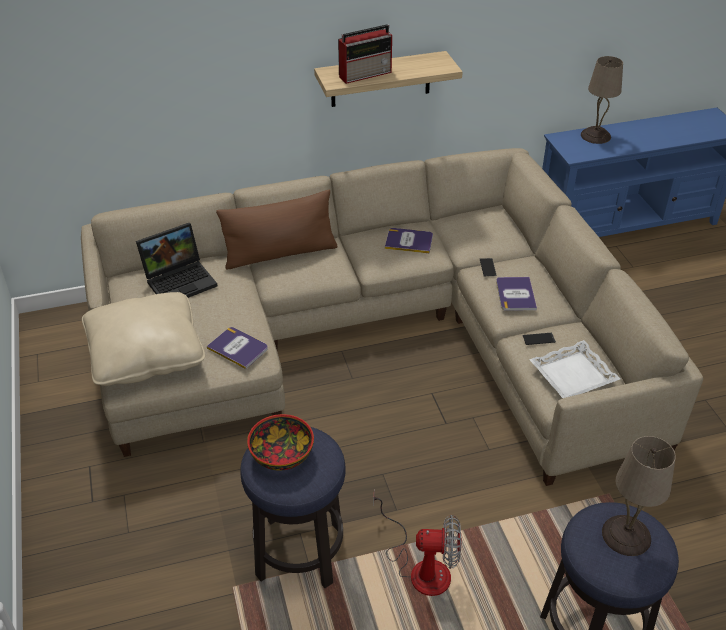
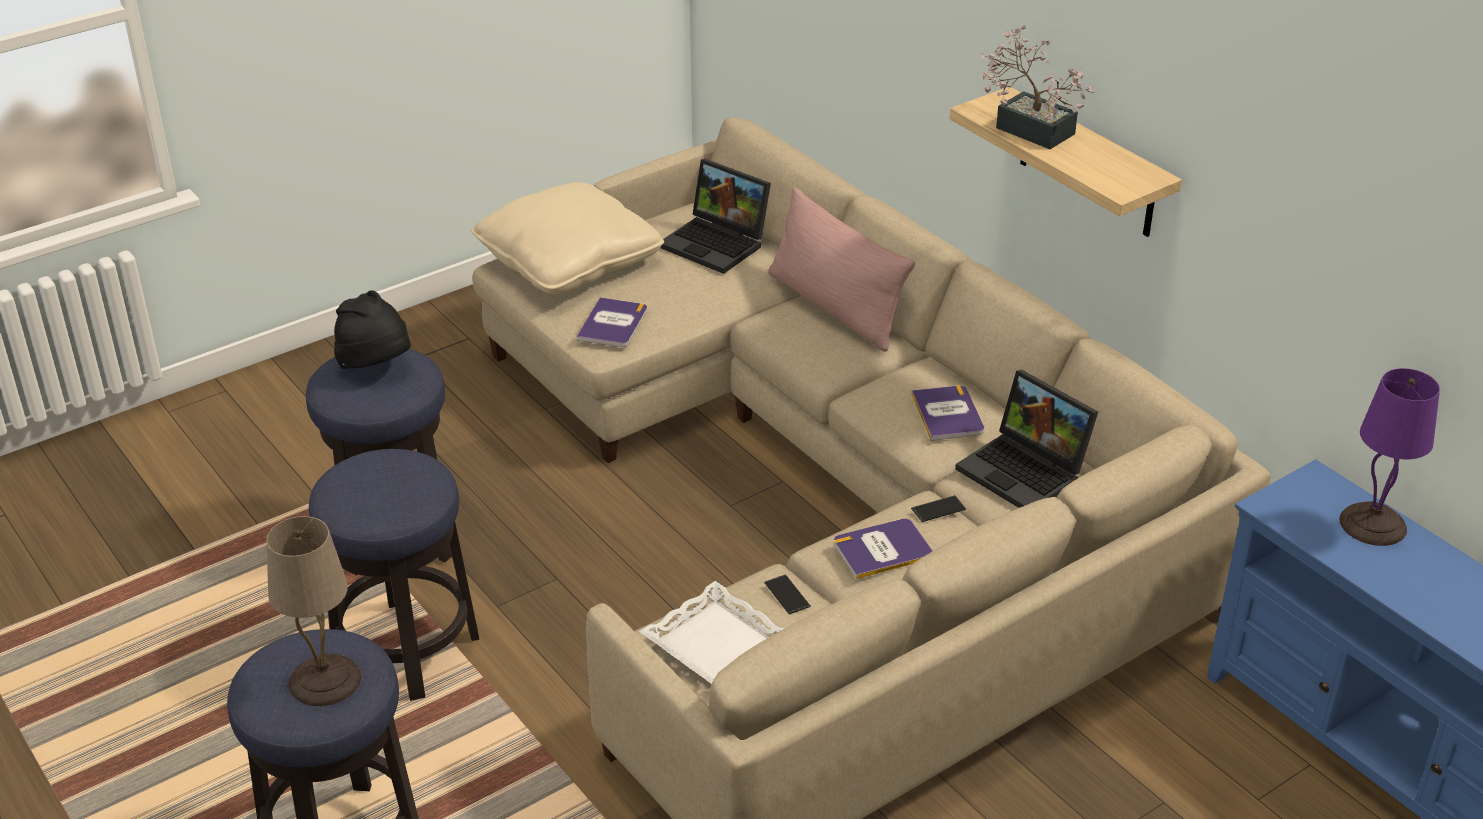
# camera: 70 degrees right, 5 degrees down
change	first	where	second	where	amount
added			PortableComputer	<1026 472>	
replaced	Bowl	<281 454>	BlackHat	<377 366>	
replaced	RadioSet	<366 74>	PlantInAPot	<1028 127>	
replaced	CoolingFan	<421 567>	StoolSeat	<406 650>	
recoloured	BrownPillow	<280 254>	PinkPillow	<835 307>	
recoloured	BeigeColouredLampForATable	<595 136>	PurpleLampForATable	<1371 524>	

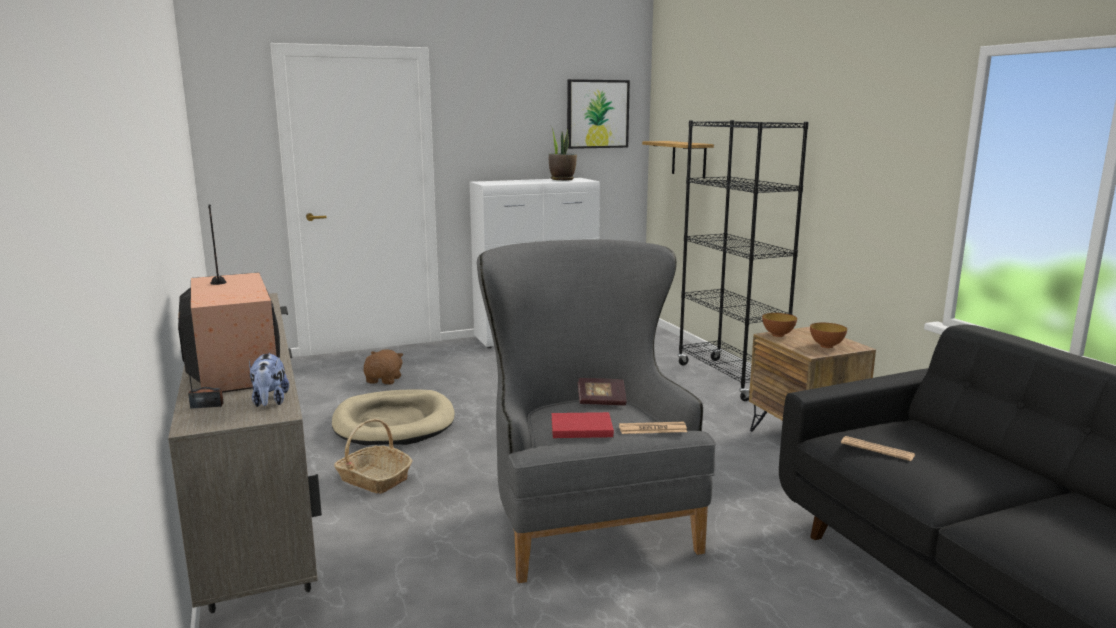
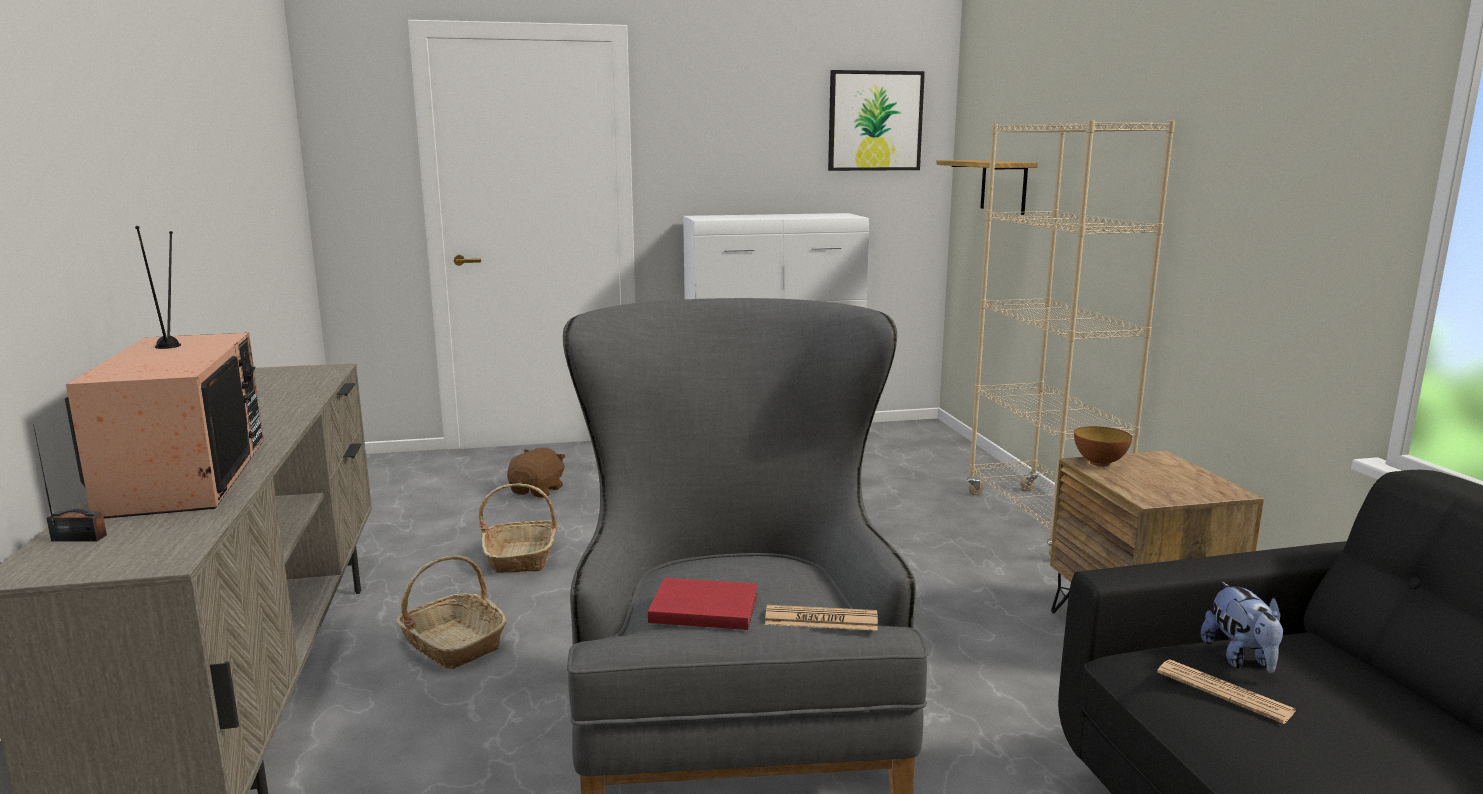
# camera: 10 degrees right, 0 degrees up
change	first	where	second	where	amount
removed	PlantInAPot	<562 179>			
removed	Book	<601 402>			
removed	Bowl	<826 346>			
moved	SoftToy	<269 402>		<1241 659>	
replaced	BeigeColouredDogBed	<394 423>	Basket	<522 557>	
recoloured	BlackBookshelf	<729 379>	BeigeColouredBookshelf	<1041 522>	

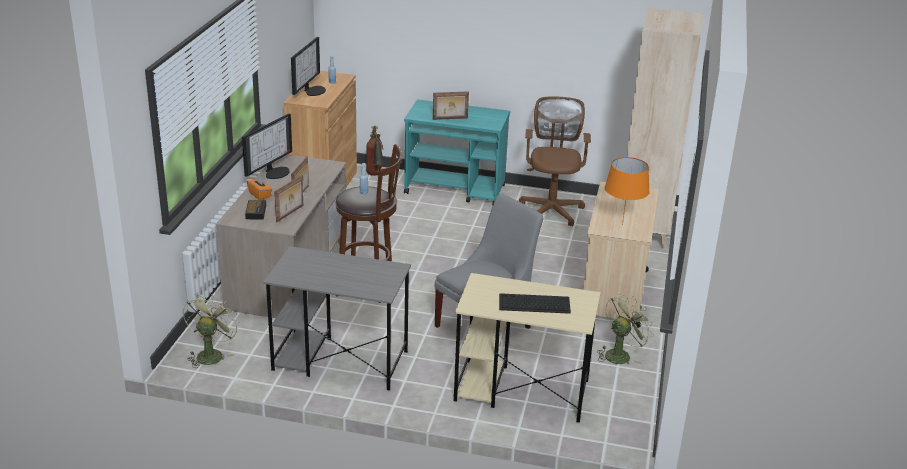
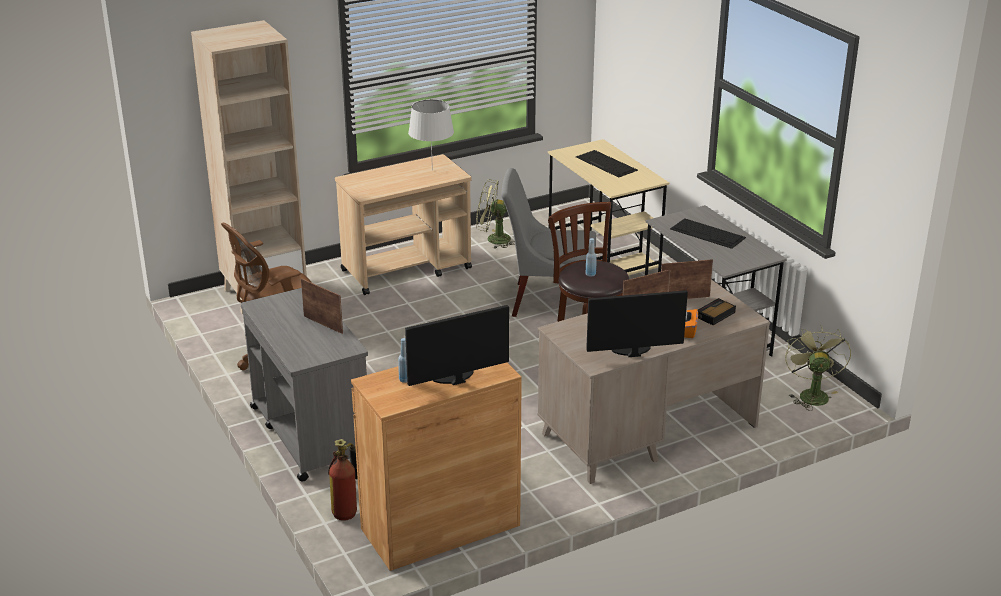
# camera: 130 degrees left, 0 degrees up
change	first	where	second	where	amount
added			PcKeyboard	<708 233>	
recoloured	TurquoiseWheeledCart	<455 189>	GreyWheeledCart	<310 432>	
recoloured	OrangeyLampForATable	<622 225>	WhiteLampForATable	<432 170>	
turned	GreenishCoolingFan	<211 354>		<811 394>	120 degrees clockwise

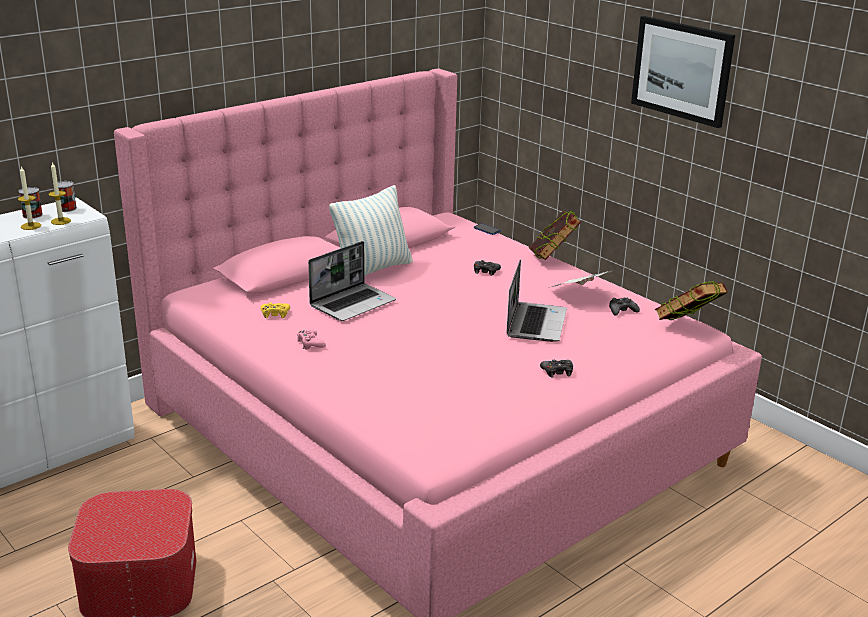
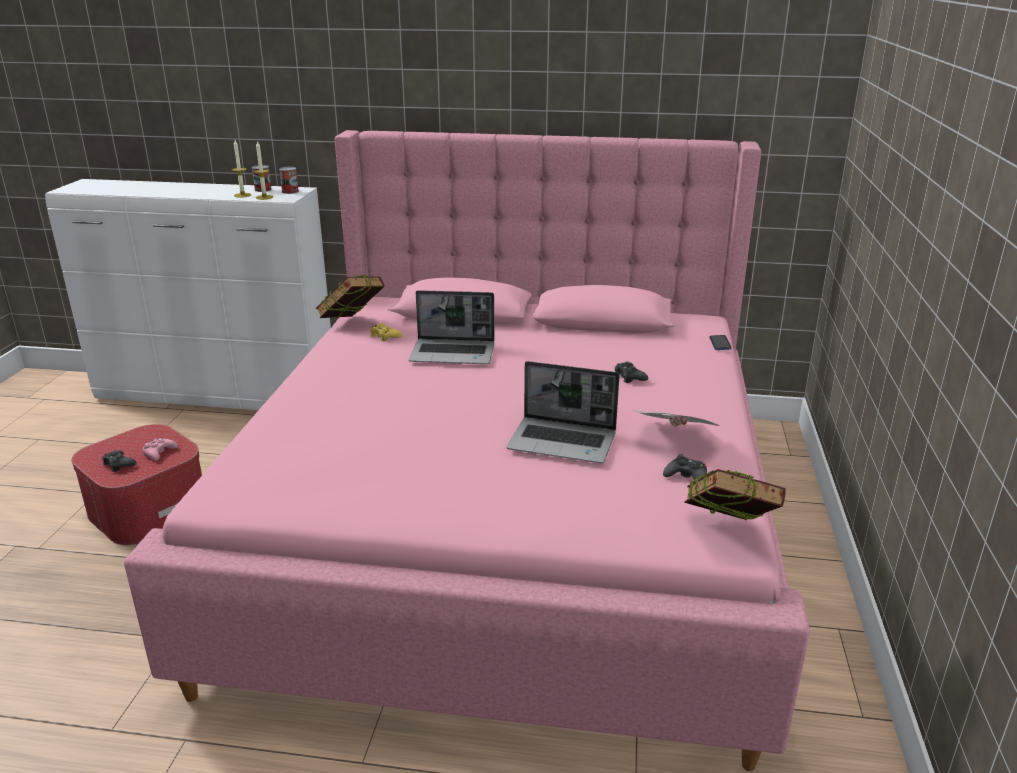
# camera: 50 degrees right, 0 degrees up
change	first	where	second	where	amount
removed	Pillow	<373 270>			
removed	WallPicture	<682 70>			
moved	PinkGameController	<310 343>		<159 453>	
moved	Book	<552 258>		<352 324>	
moved	BlackGameController	<557 372>		<119 465>	
turned	PortableComputer	<535 323>		<563 442>	45 degrees clockwise

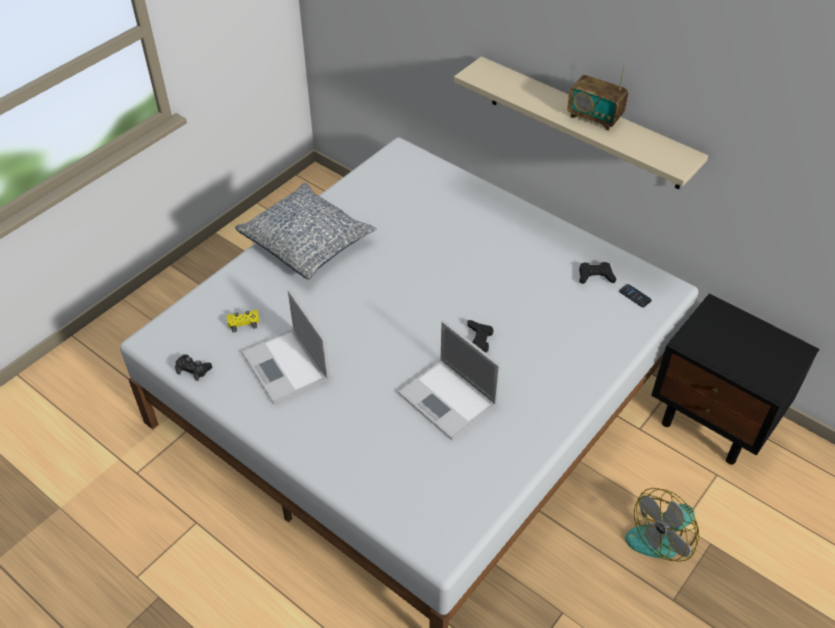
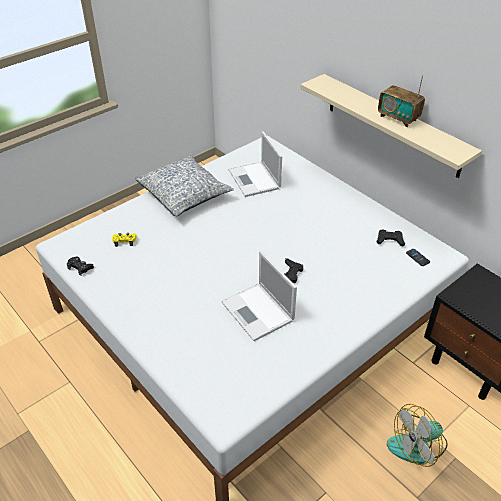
# camera: 10 degrees right, 5 degrees down
change	first	where	second	where	amount
moved	PortableComputer	<287 367>		<255 180>	

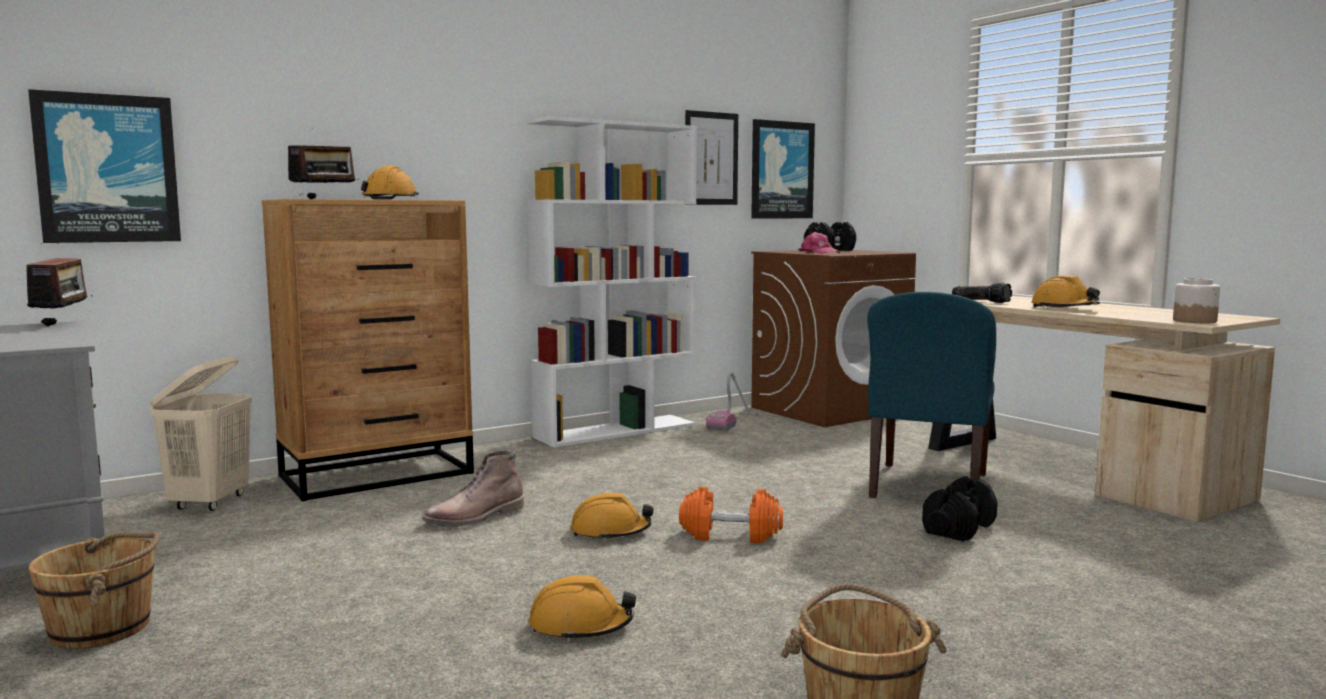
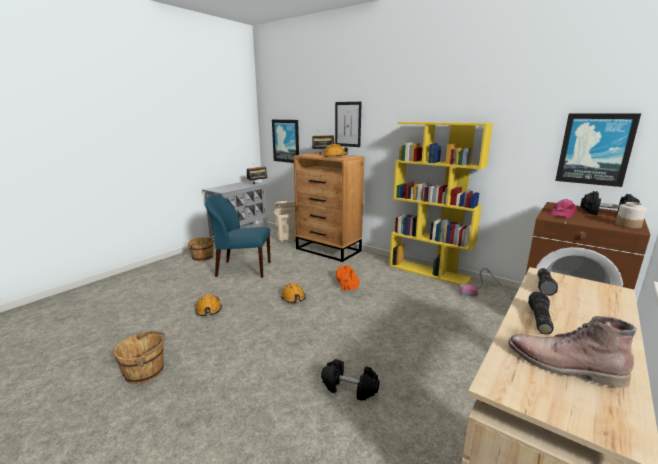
# camera: 70 degrees right, 10 degrees up
change	first	where	second	where	amount
moved	BrownTallBoot	<475 518>		<562 366>	
moved	OrangeyFreeWeight	<731 534>		<347 284>	
moved	WallPicture	<711 158>		<348 124>	
moved	BlueChair	<928 487>		<242 269>	
moved	StorageJar	<1194 321>		<628 225>	
replaced	OrangeyHardHat	<1064 309>	HandTorch	<538 319>	
recoloured	WhiteBookshelf	<616 431>	YellowishBookshelf	<429 272>	

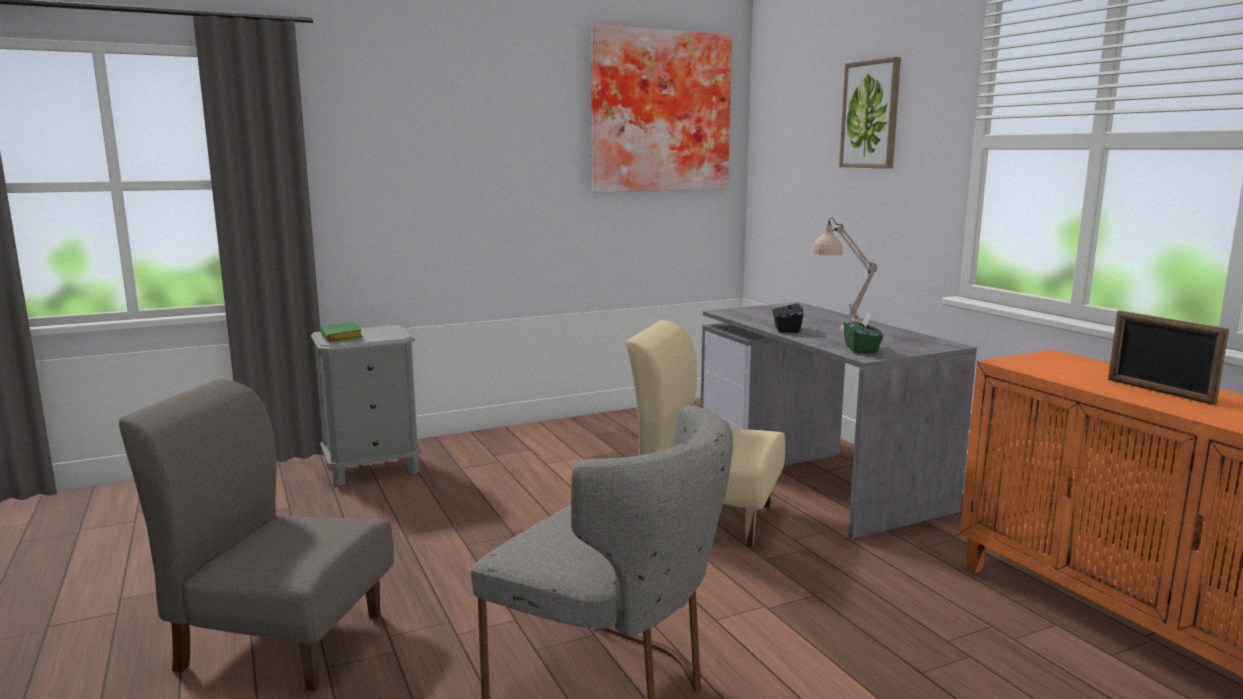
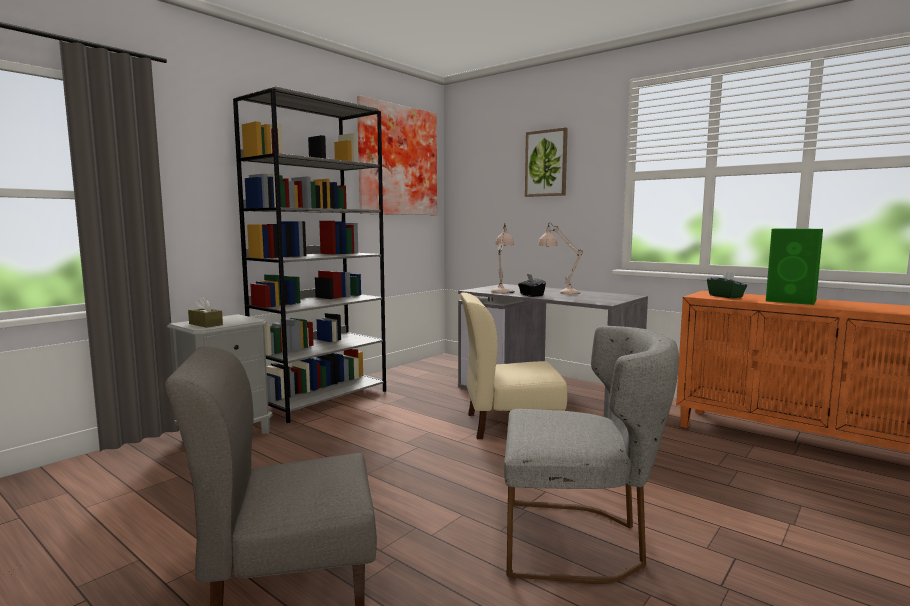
# camera: 25 degrees left, 5 degrees down
change	first	where	second	where	amount
added			GreyBookshelf	<322 399>	
added			BeigeColouredLampForATable	<503 290>	
moved	GreenishTissueBox	<861 349>		<725 296>	
replaced	GreenishBook	<343 337>	BrownTissueBox	<205 324>	
replaced	PhotoFrame	<1158 391>	GreenishSpeaker	<792 301>	

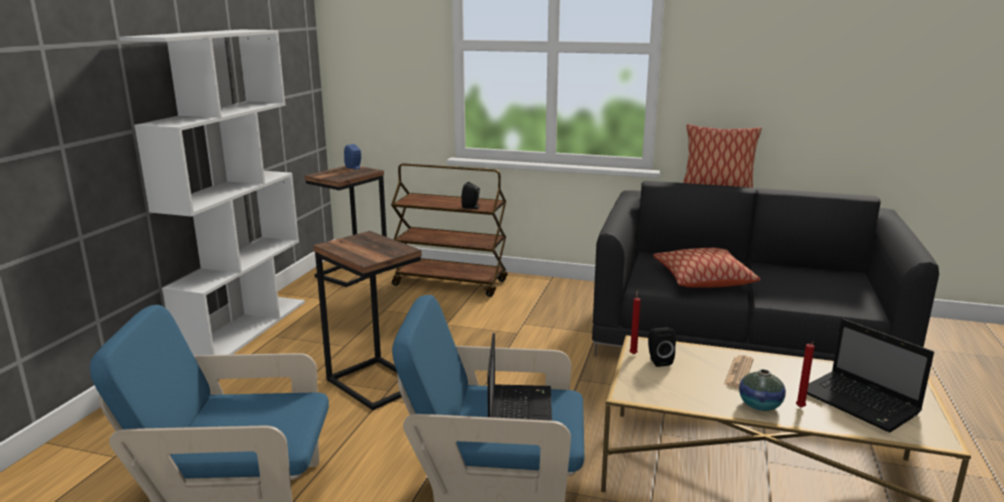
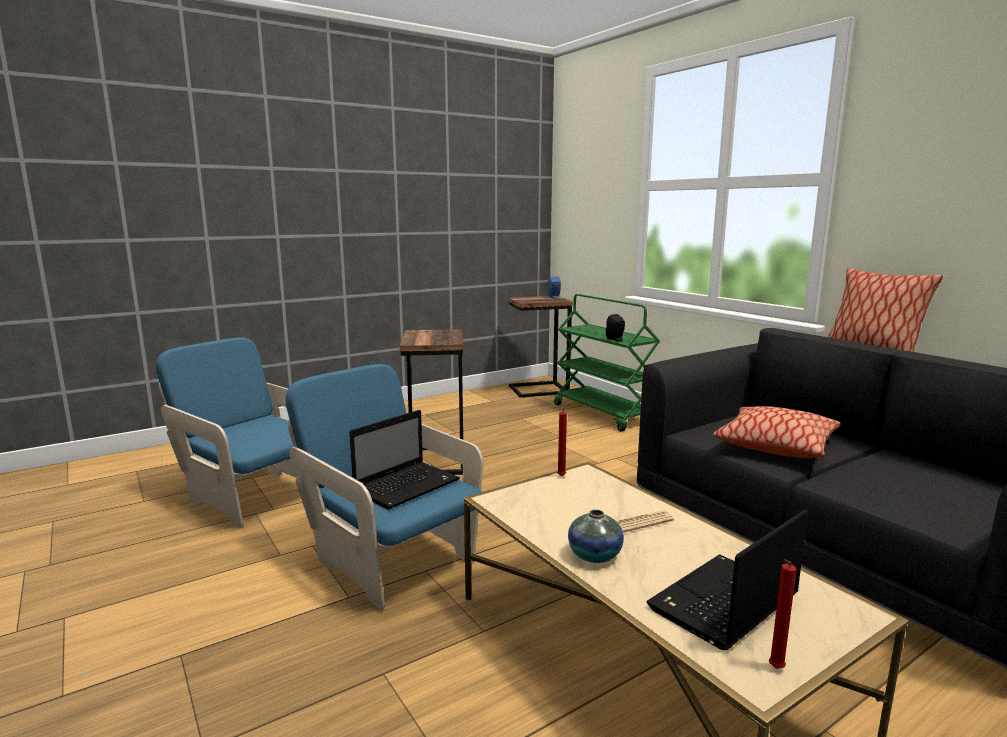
# camera: 40 degrees right, 5 degrees down
change	first	where	second	where	amount
removed	WhiteBookshelf	<245 329>			
removed	BlackSpeaker	<658 360>			
moved	ReddishCandle	<800 408>		<774 669>	
recoloured	BrownWheeledCart	<451 283>	GreenishWheeledCart	<603 414>	
turned	PortableComputer	<861 403>		<723 604>	45 degrees clockwise

